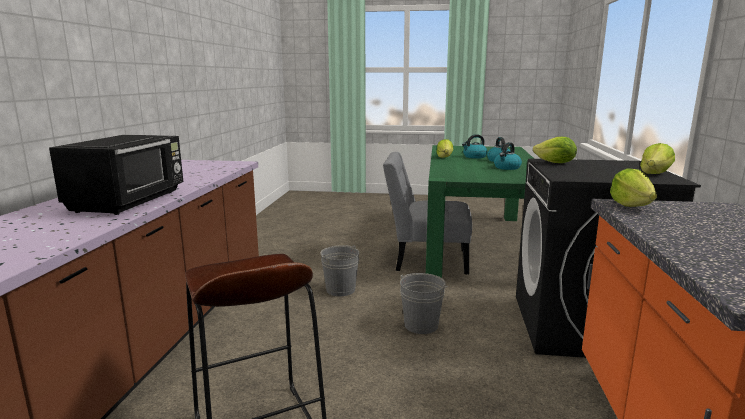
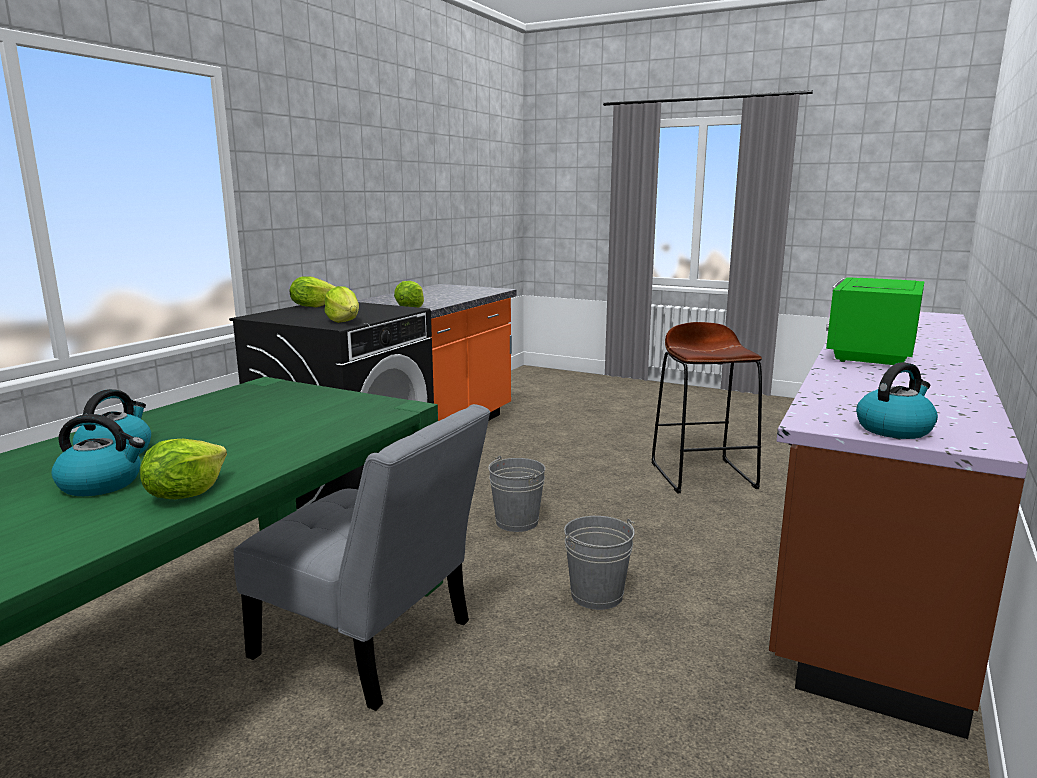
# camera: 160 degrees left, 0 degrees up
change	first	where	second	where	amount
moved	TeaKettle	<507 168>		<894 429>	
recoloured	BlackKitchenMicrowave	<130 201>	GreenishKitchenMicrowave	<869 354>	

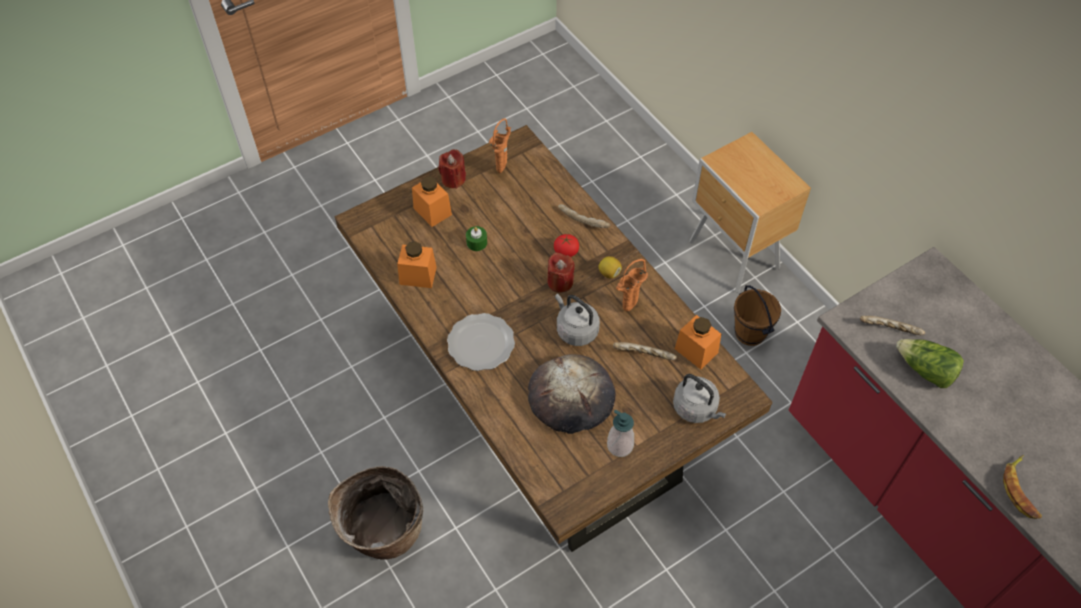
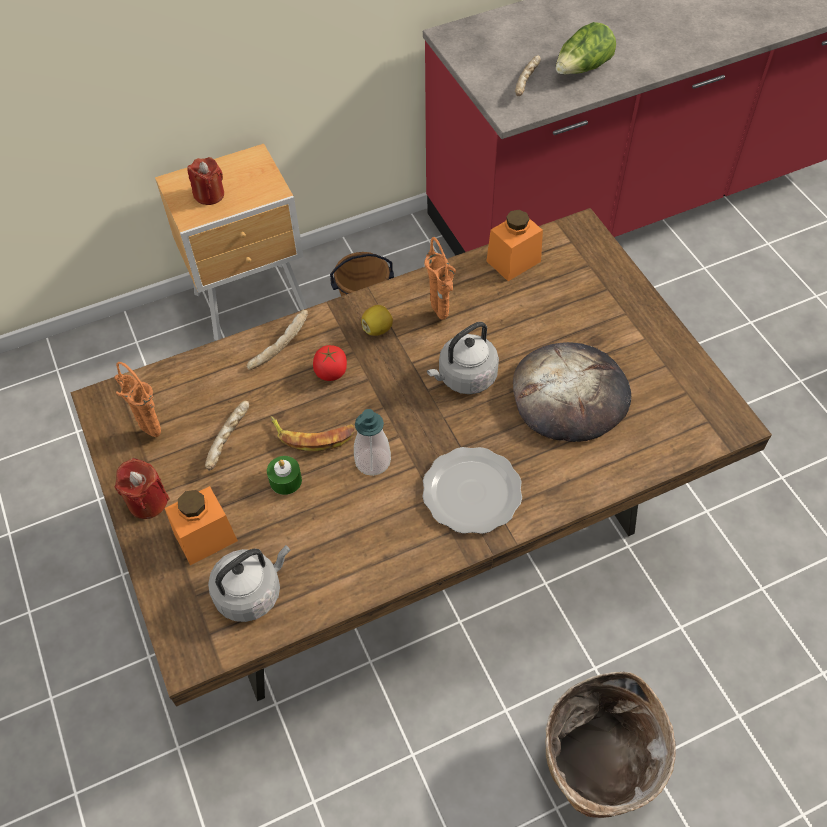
# camera: 80 degrees left, 0 degrees up
change	first	where	second	where	amount
removed	OrangeyStorageJar	<418 276>			
moved	ReddishCandle	<560 282>		<209 195>	
moved	LiquidSoapBottle	<620 446>		<372 461>	
moved	BakedBread	<644 355>		<229 439>	
moved	GreyTeaKettle	<696 409>		<251 592>	
moved	WholeBanana	<1021 490>		<313 435>	

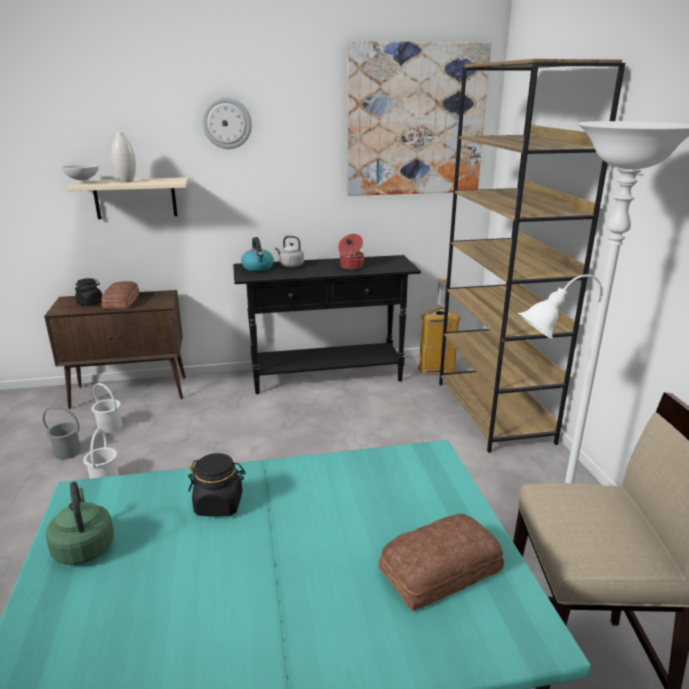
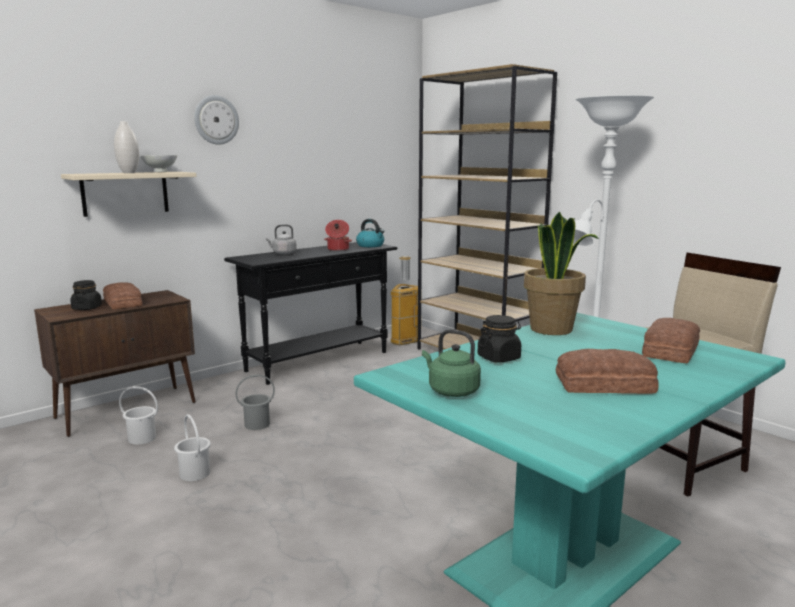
# camera: 30 degrees left, 10 degrees down
change	first	where	second	where	amount
removed	WallPicture	<416 121>			
added			PlantInAPot	<552 329>	
added			BakedBread	<606 385>	
moved	GreyWaterBucket	<67 452>		<257 424>	
moved	WhiteBowl	<82 183>		<159 172>	
moved	TeaKettle	<258 267>		<371 245>	

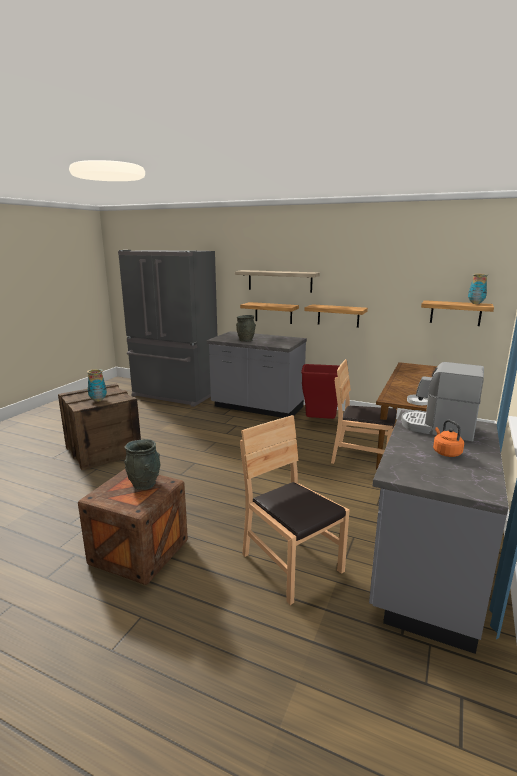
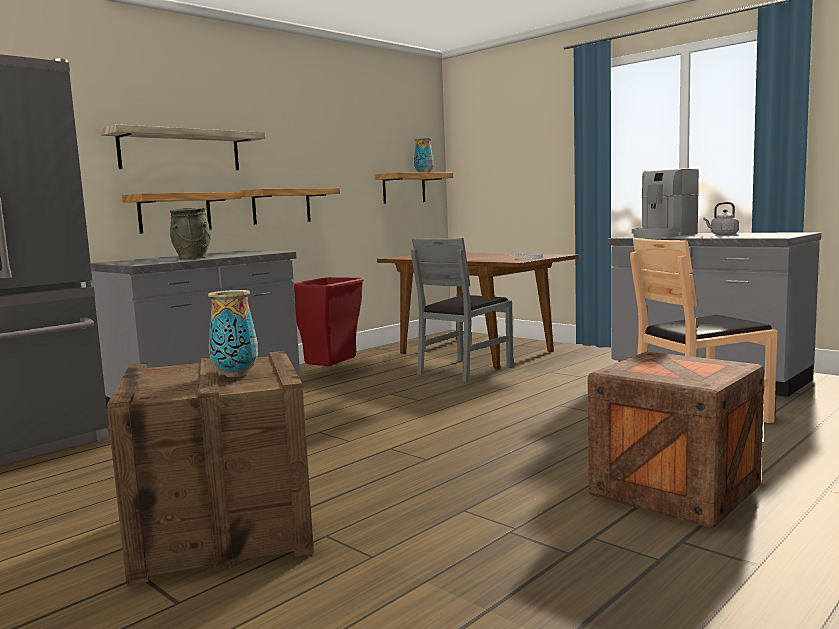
# camera: 70 degrees left, 10 degrees down
change	first	where	second	where	amount
removed	GreyVase	<144 484>			
recoloured	BrownChair	<362 458>	GreyChair	<464 370>	
recoloured	OrangeyTeaKettle	<446 452>	GreyTeaKettle	<722 234>	

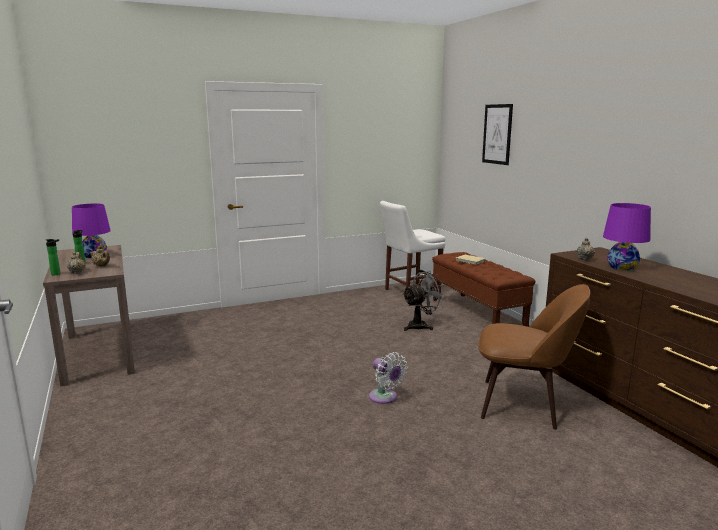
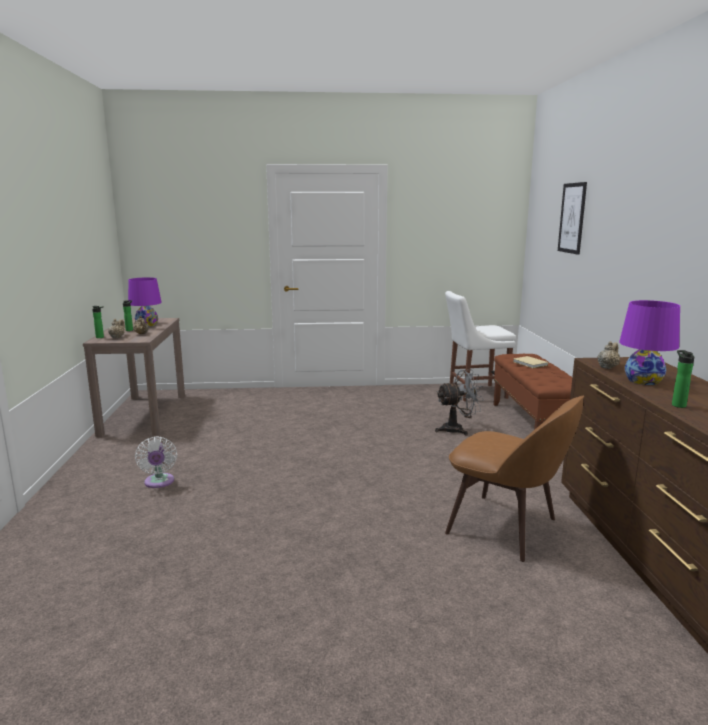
# camera: 20 degrees right, 0 degrees up
change	first	where	second	where	amount
added			Bottle	<677 405>	
moved	WhiteCoolingFan	<385 398>		<159 483>	

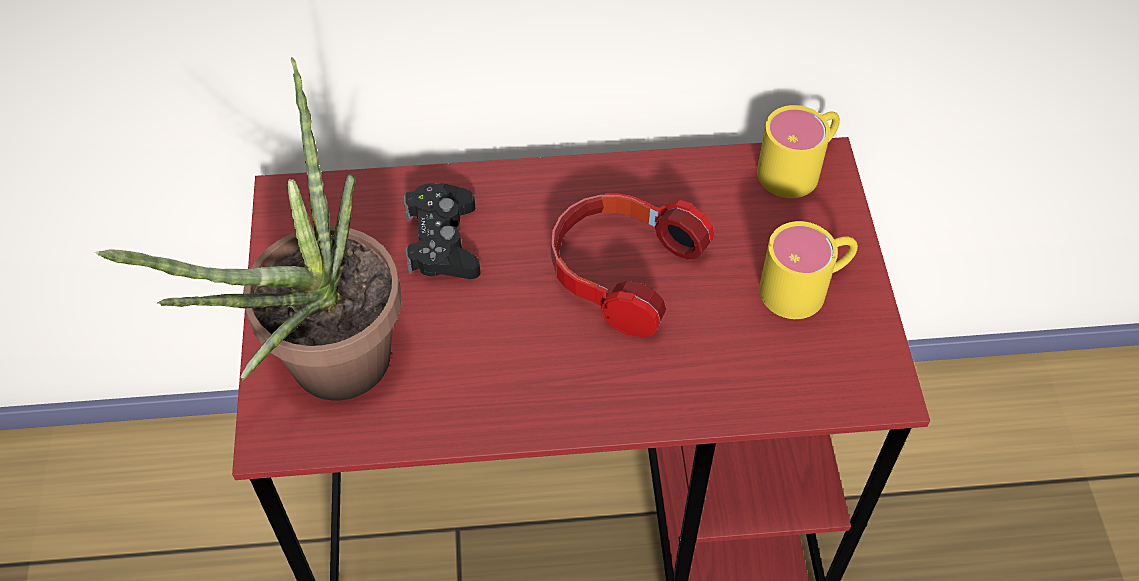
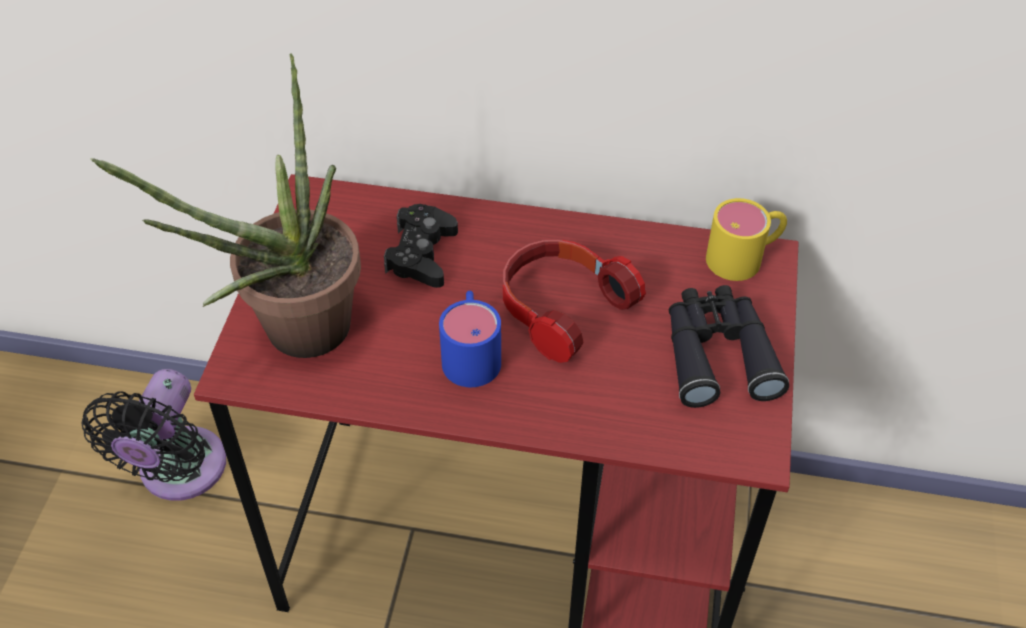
# camera: 15 degrees right, 5 degrees down
change	first	where	second	where	amount
added			BlackCoolingFan	<178 472>	
added			BlueCoffeeMug	<471 352>	
replaced	YellowishCoffeeMug	<806 286>	BlackPairOfBinoculars	<717 353>	

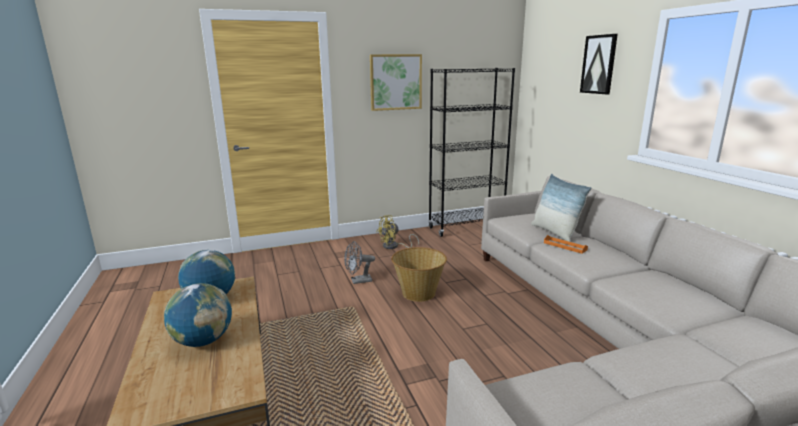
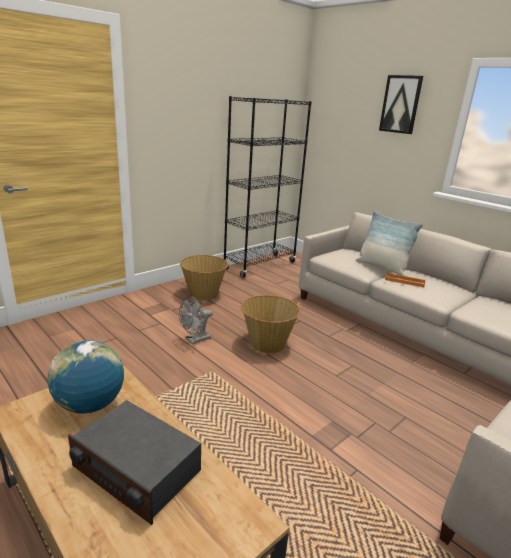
# camera: 25 degrees left, 5 degrees up
change	first	where	second	where	amount
removed	WallPicture	<395 82>			
replaced	WorldGlobe	<203 341>	RadioSet	<136 470>	
replaced	YellowishCoolingFan	<394 246>	Basket	<203 294>	

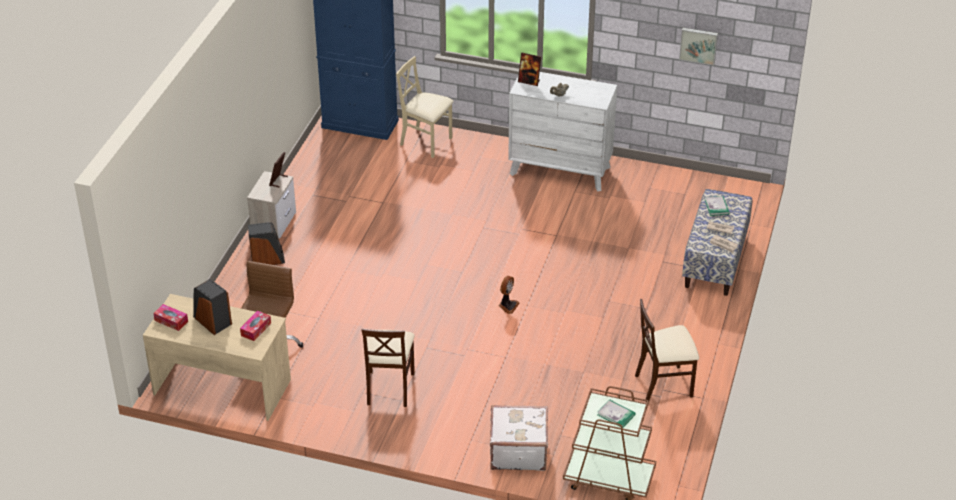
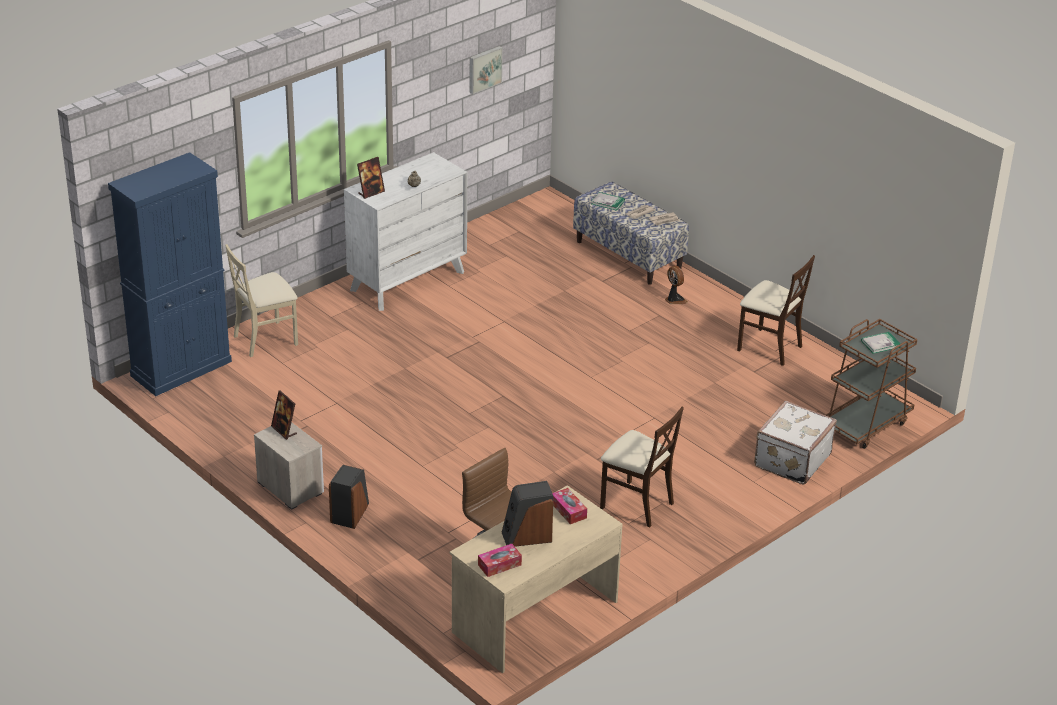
# camera: 60 degrees left, 5 degrees down
change	first	where	second	where	amount
moved	CoolingFan	<508 305>		<674 300>	
turned	BeigeColouredChair	<664 384>		<769 347>	75 degrees counterclockwise

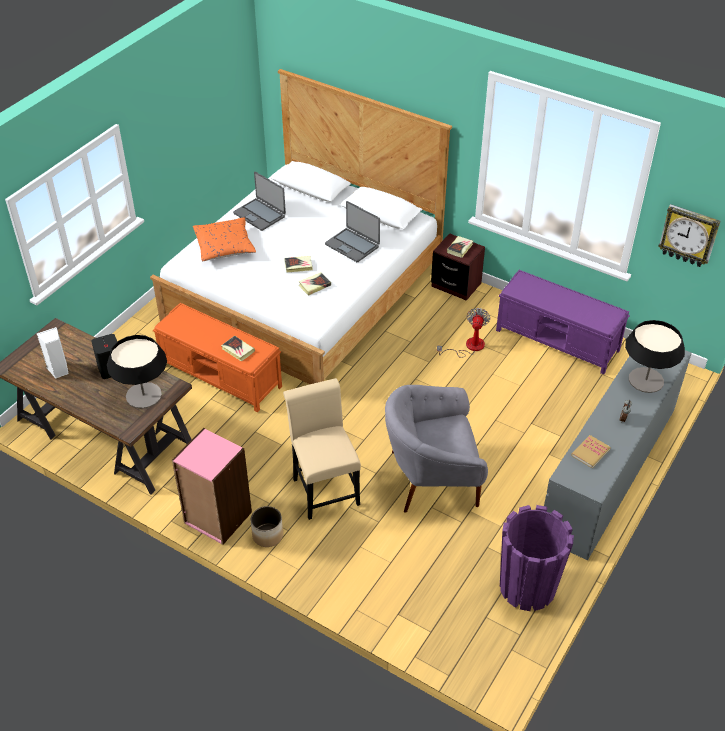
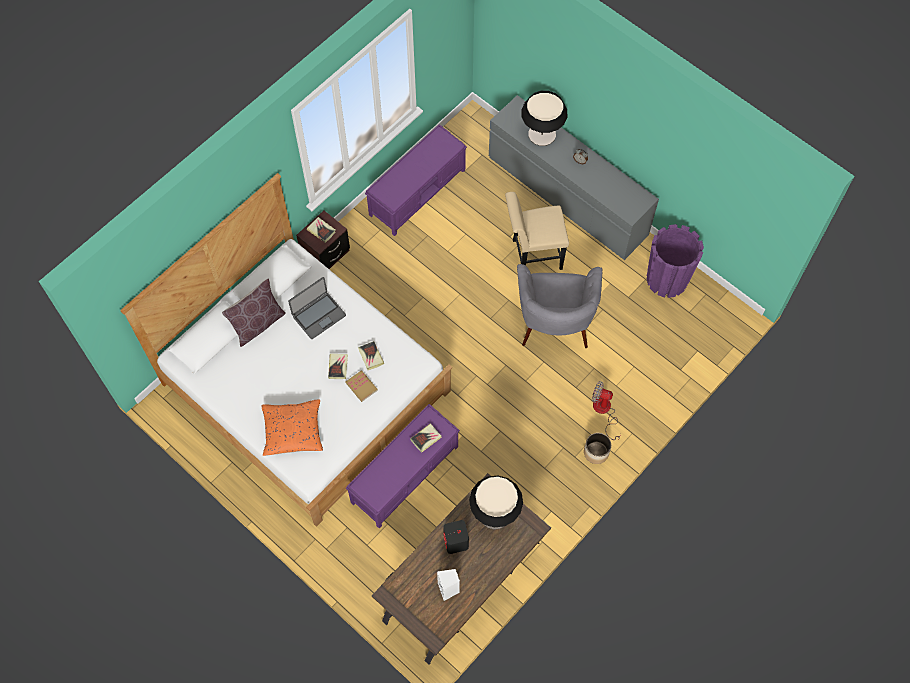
# camera: 80 degrees left, 20 degrees up
change	first	where	second	where	amount
removed	PinkBookshelf	<217 518>			
removed	PortableComputer	<260 215>			
removed	WallClock	<688 235>			
added			BrownPillow	<258 324>	
moved	BeigeColouredChair	<324 487>		<532 255>	
moved	CoolingFan	<468 347>		<604 411>	
moved	Book	<590 452>		<361 386>	
recoloured	OrangeyIndoorBench	<221 376>	PurpleIndoorBench	<405 474>	

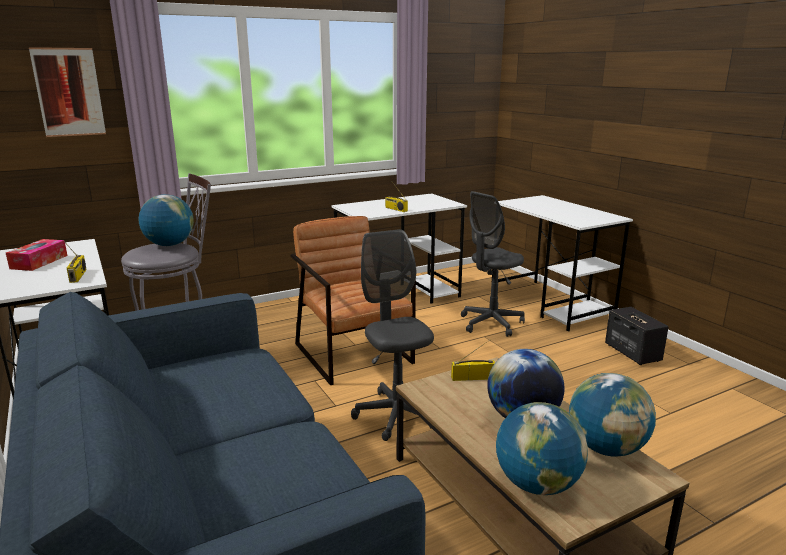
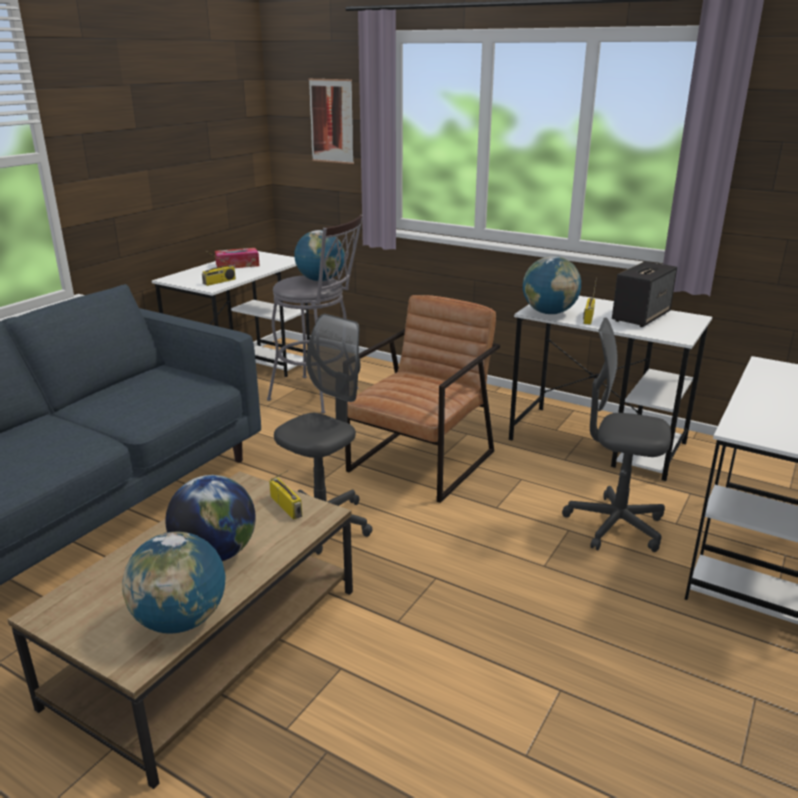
# camera: 60 degrees right, 5 degrees up
change	first	where	second	where	amount
moved	WorldGlobe	<537 484>		<549 312>	
moved	Speaker	<632 352>		<641 316>	

